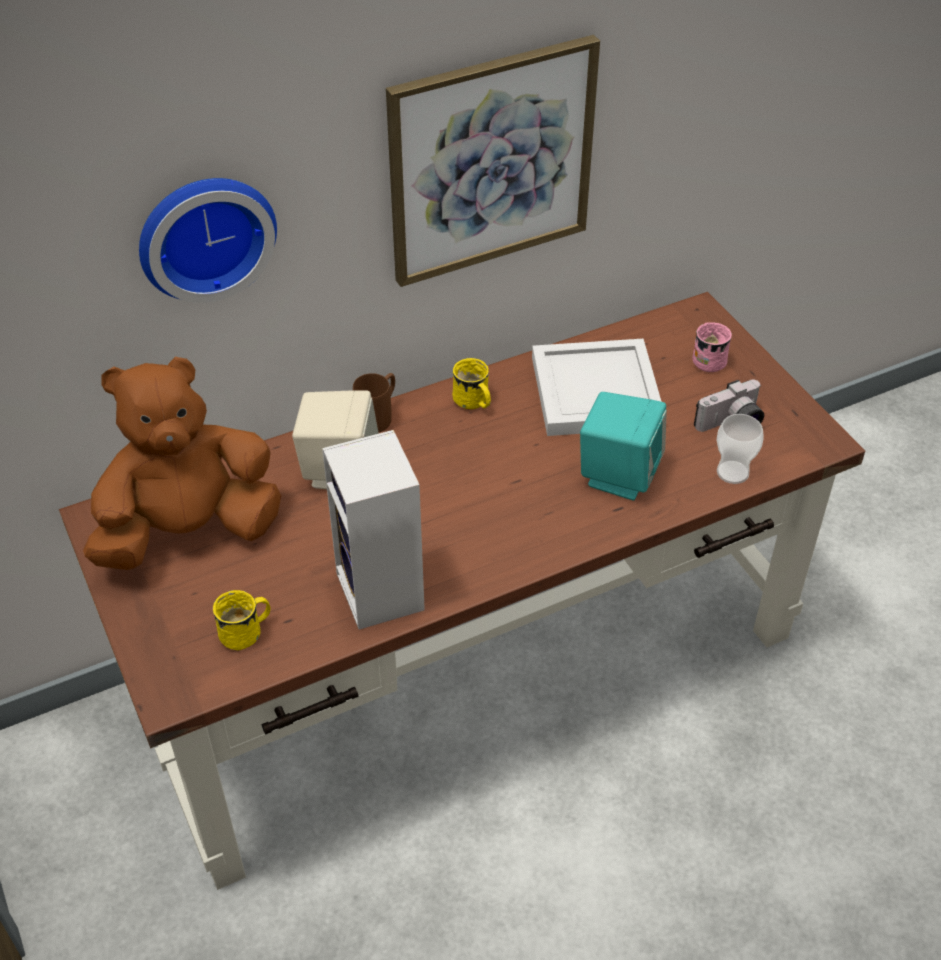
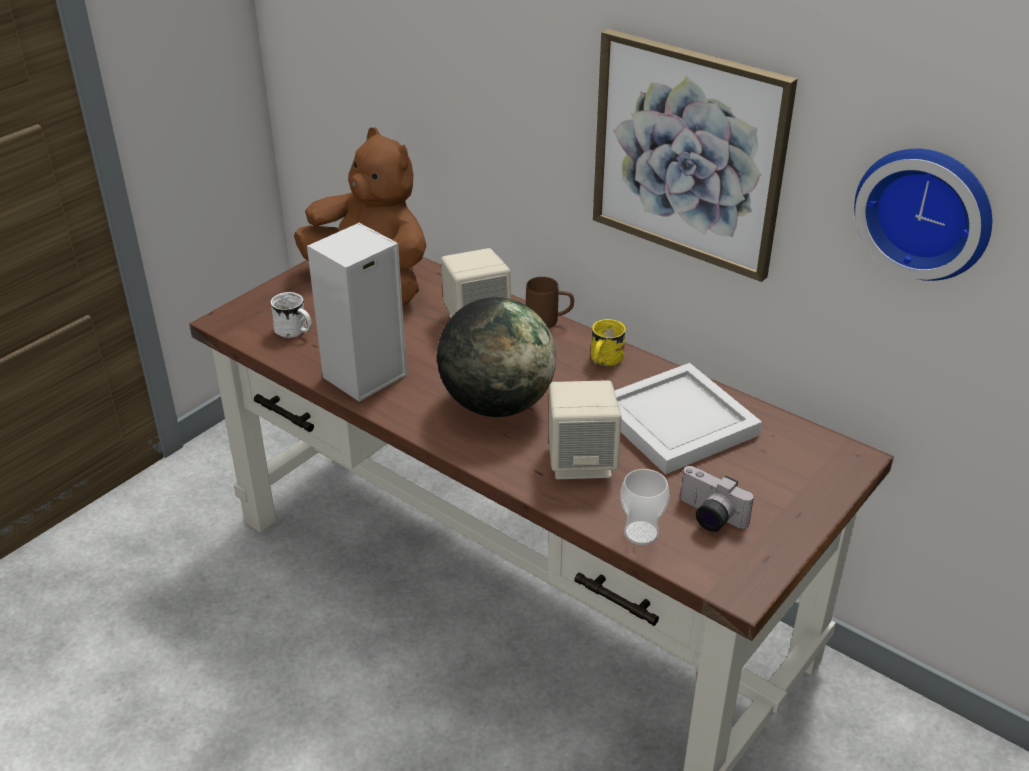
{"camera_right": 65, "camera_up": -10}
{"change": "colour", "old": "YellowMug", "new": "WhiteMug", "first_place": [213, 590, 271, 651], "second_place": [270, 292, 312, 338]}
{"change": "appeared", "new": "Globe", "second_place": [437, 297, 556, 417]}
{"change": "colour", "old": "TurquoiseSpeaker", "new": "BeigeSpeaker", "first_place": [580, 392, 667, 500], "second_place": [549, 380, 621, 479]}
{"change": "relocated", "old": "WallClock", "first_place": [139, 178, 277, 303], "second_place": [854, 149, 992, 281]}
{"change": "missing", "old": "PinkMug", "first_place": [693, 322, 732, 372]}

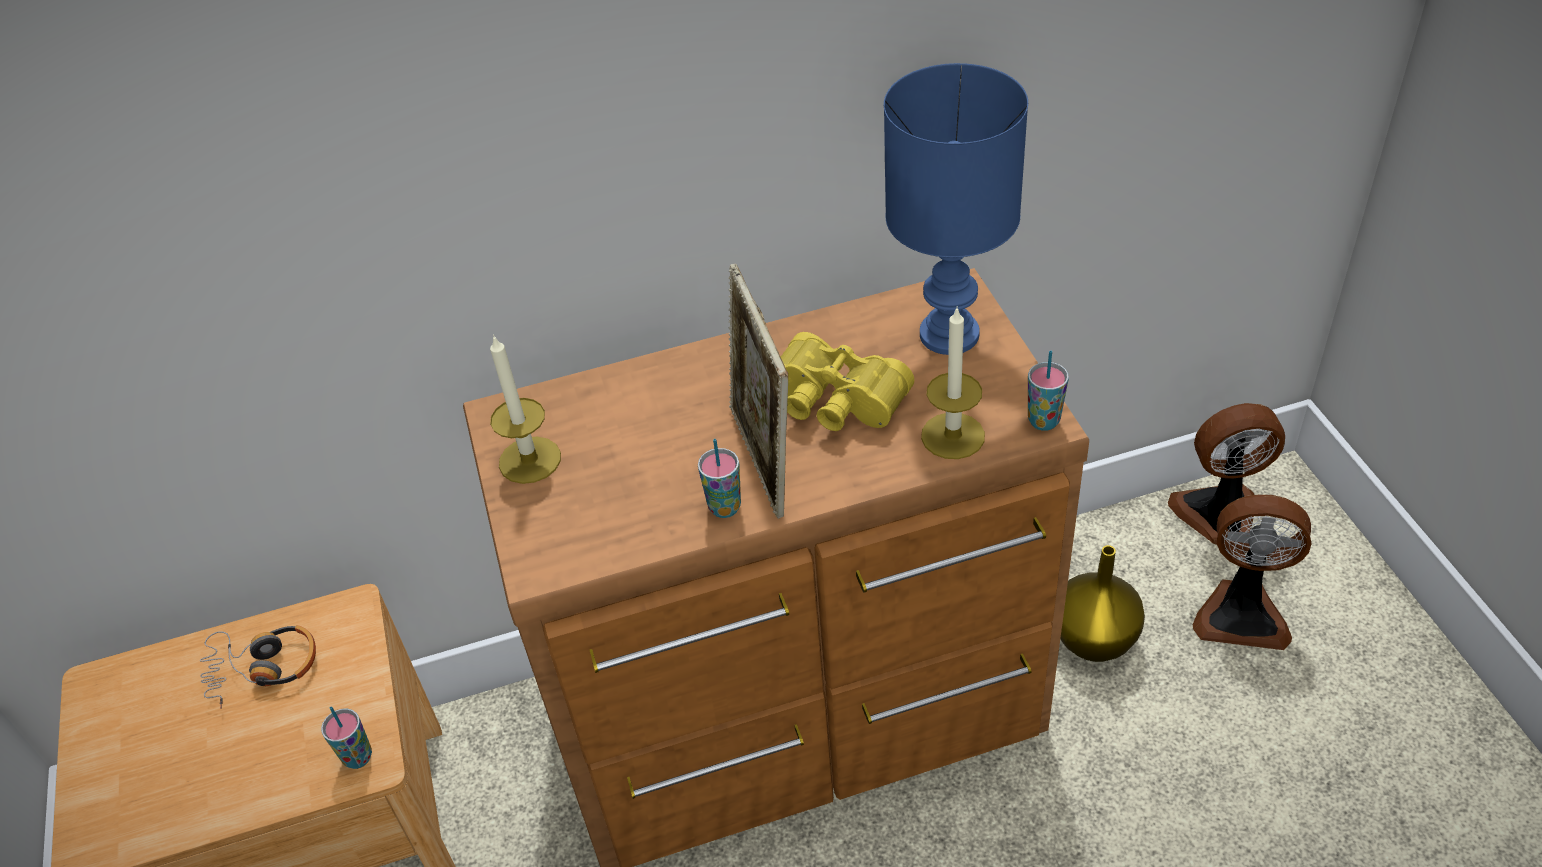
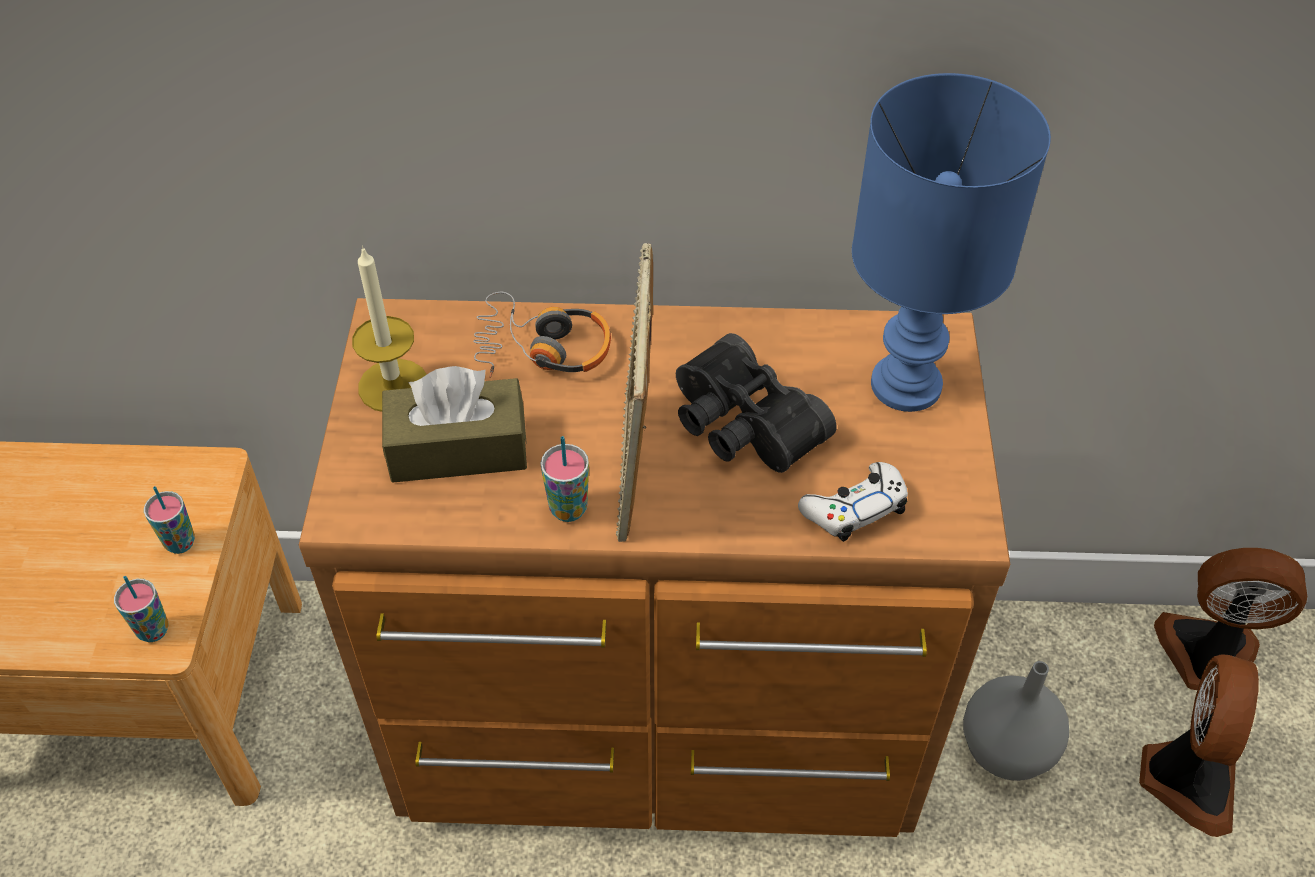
{"camera_right": 15, "camera_up": 5}
{"change": "relocated", "old": "Cup", "first_place": [1028, 351, 1069, 431], "second_place": [144, 486, 195, 554]}
{"change": "appeared", "new": "BrownTissueBox", "second_place": [382, 366, 527, 483]}
{"change": "relocated", "old": "Headphones", "first_place": [200, 625, 316, 709], "second_place": [473, 292, 611, 378]}
{"change": "colour", "old": "YellowBinoculars", "new": "BlackBinoculars", "first_place": [781, 332, 914, 431], "second_place": [676, 333, 837, 473]}
{"change": "exchanged", "old": "Candle", "new": "WhiteGameController", "first_place": [921, 306, 985, 459], "second_place": [798, 462, 908, 542]}
{"change": "colour", "old": "YellowVase", "new": "GreyVase", "first_place": [1060, 545, 1145, 662], "second_place": [963, 661, 1069, 781]}
{"change": "spun", "old": "Fan", "first_place": [1193, 495, 1312, 650], "second_place": [1139, 654, 1259, 837], "degrees": -105}

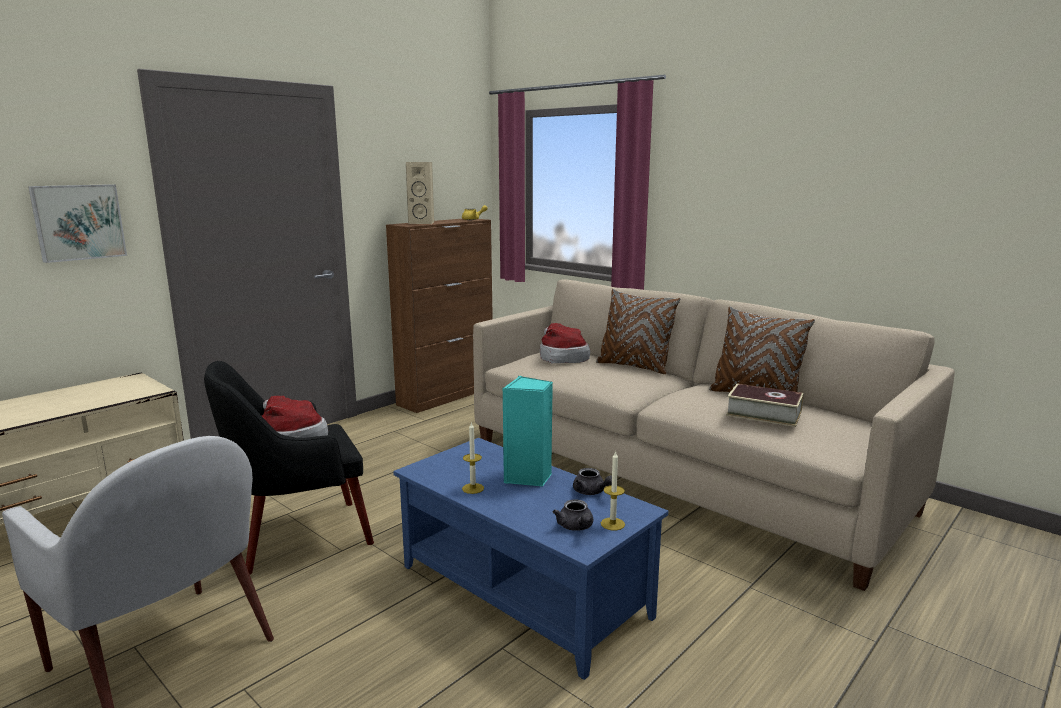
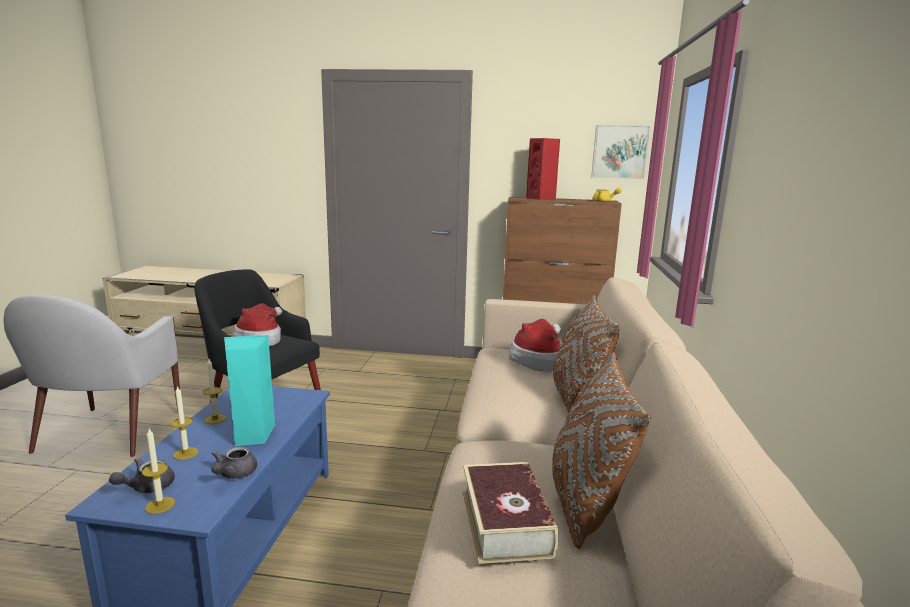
{"camera_right": 55, "camera_up": 0}
{"change": "appeared", "new": "Candle", "second_place": [171, 385, 198, 460]}
{"change": "colour", "old": "BeigeSpeaker", "new": "RedSpeaker", "first_place": [406, 162, 434, 224], "second_place": [526, 138, 560, 200]}
{"change": "relocated", "old": "Picture", "first_place": [28, 184, 127, 263], "second_place": [591, 125, 650, 179]}

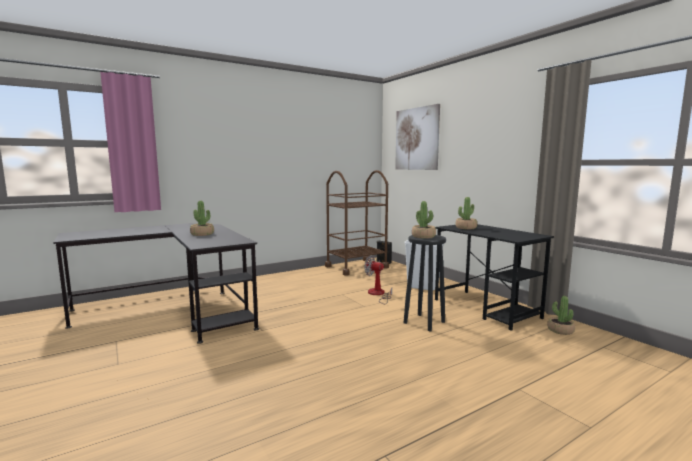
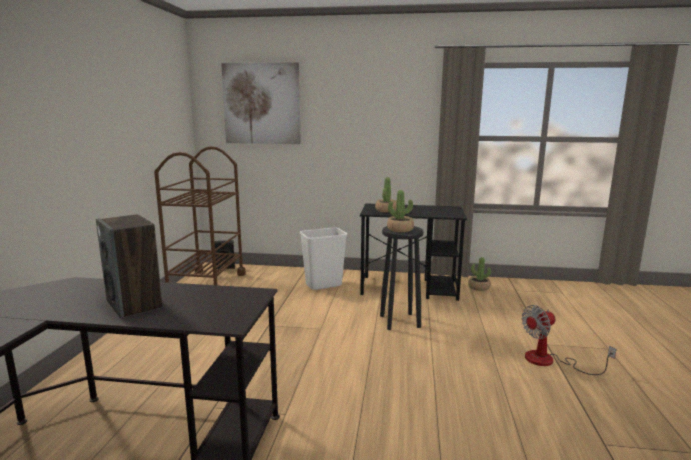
{"camera_right": -50, "camera_up": 5}
{"change": "exchanged", "old": "PottedPlant", "new": "Speaker", "first_place": [190, 201, 214, 236], "second_place": [96, 214, 163, 318]}
{"change": "relocated", "old": "Fan", "first_place": [364, 255, 392, 304], "second_place": [521, 305, 616, 375]}

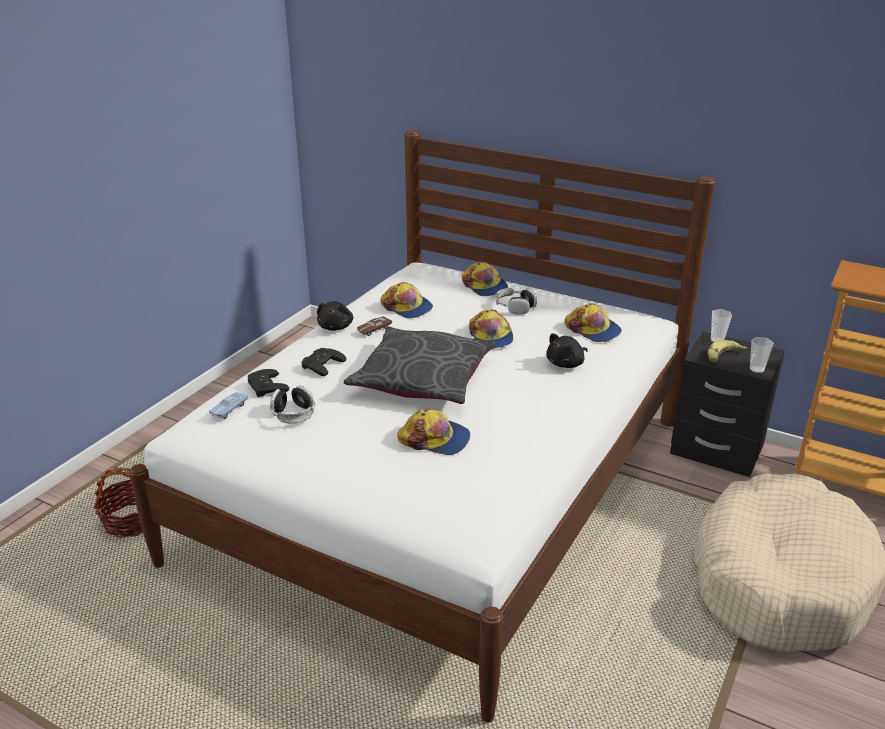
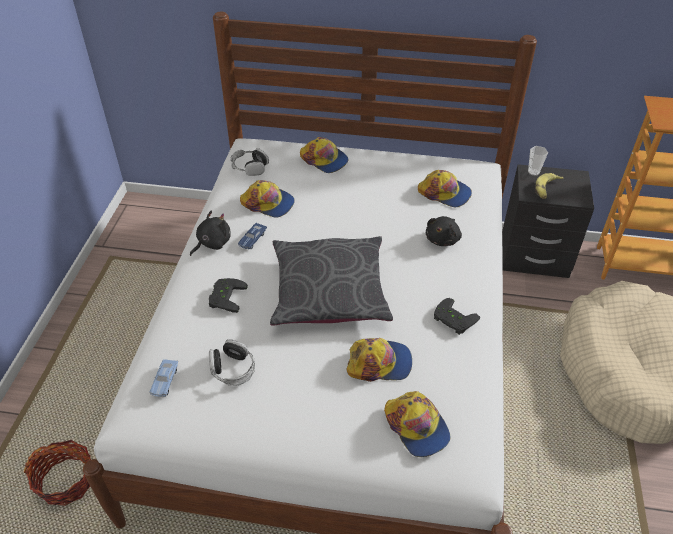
{"camera_right": -20, "camera_up": 15}
{"change": "spun", "old": "BlackPlushToy", "first_place": [317, 301, 353, 331], "second_place": [190, 210, 231, 256], "degrees": -120}
{"change": "relocated", "old": "Headphones", "first_place": [496, 288, 537, 315], "second_place": [231, 148, 269, 176]}
{"change": "colour", "old": "BrownToyCar", "new": "BlueToyCar", "first_place": [357, 316, 392, 336], "second_place": [238, 223, 267, 250]}
{"change": "relocated", "old": "Cap", "first_place": [469, 309, 513, 349], "second_place": [384, 391, 451, 457]}
{"change": "relocated", "old": "BlackGameController", "first_place": [248, 369, 289, 397], "second_place": [434, 298, 480, 335]}
{"change": "missing", "old": "Cup", "first_place": [750, 337, 774, 373]}

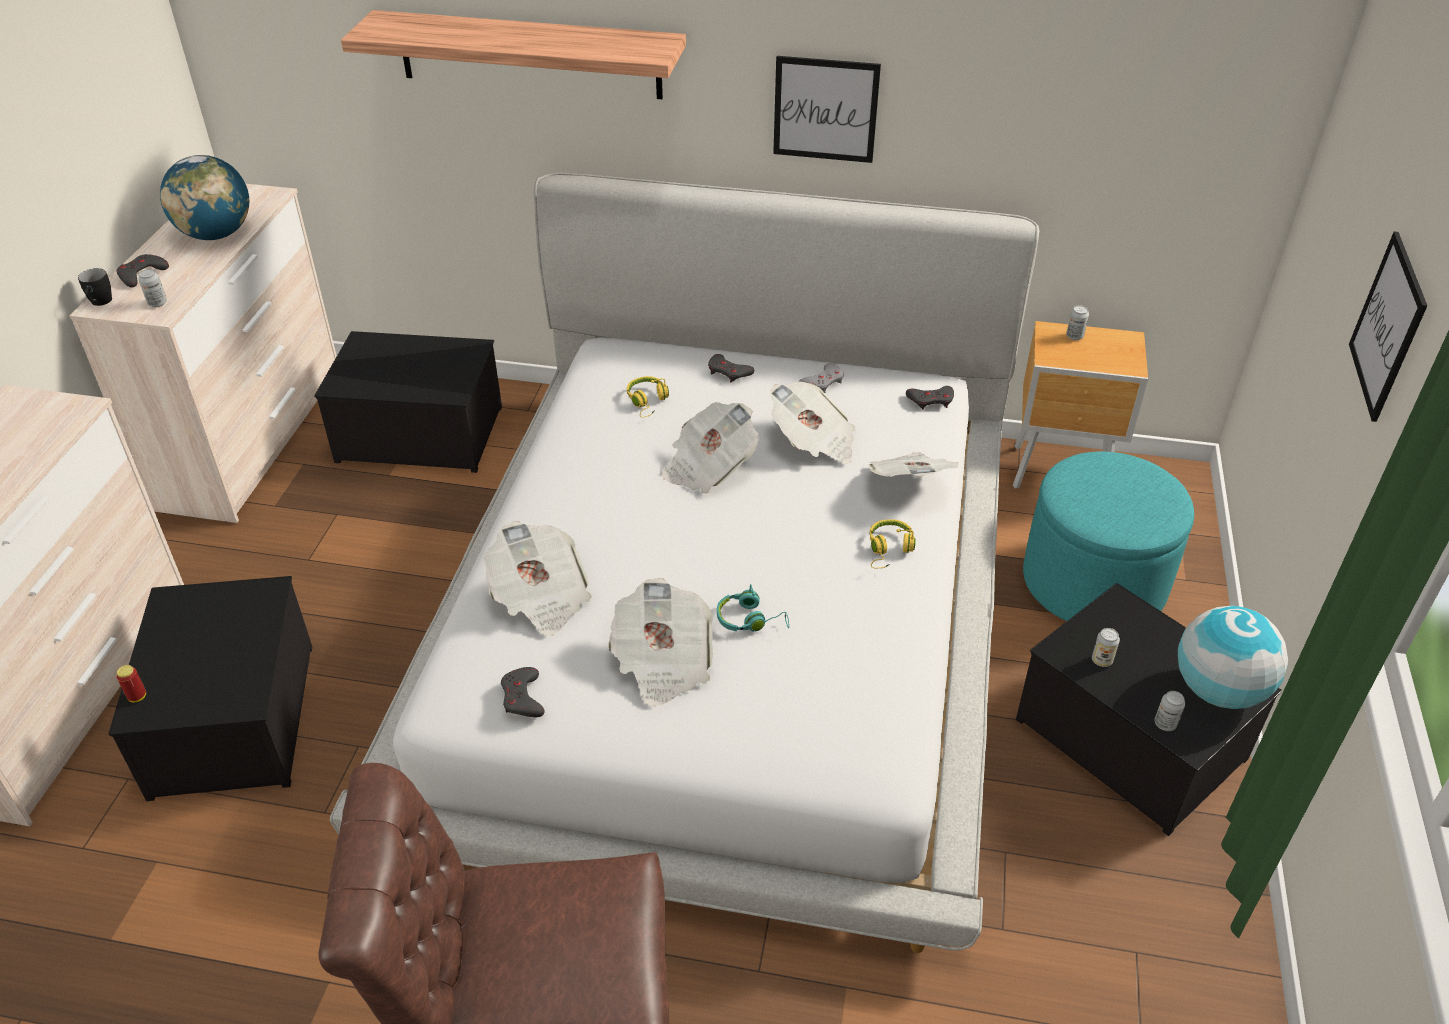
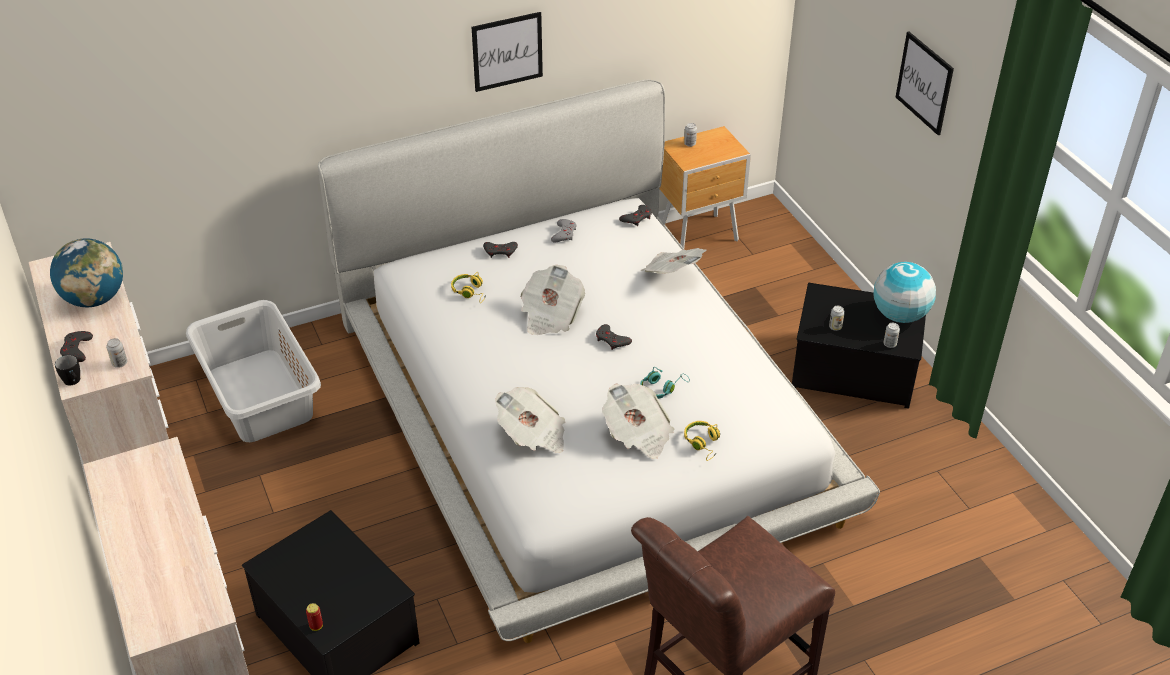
{"camera_right": -35, "camera_up": 0}
{"change": "exchanged", "old": "StorageBox", "new": "GreyLaundryBasket", "first_place": [314, 331, 502, 473], "second_place": [186, 300, 321, 442]}
{"change": "relocated", "old": "GreyGameController", "first_place": [501, 667, 544, 718], "second_place": [596, 324, 632, 350]}
{"change": "relocated", "old": "YellowHeadphones", "first_place": [869, 519, 916, 568], "second_place": [684, 421, 720, 461]}
{"change": "missing", "old": "Shelf", "first_place": [341, 10, 686, 99]}
{"change": "missing", "old": "Newspaper", "first_place": [770, 381, 855, 464]}
{"change": "missing", "old": "TurquoiseOttoman", "first_place": [1023, 451, 1194, 621]}

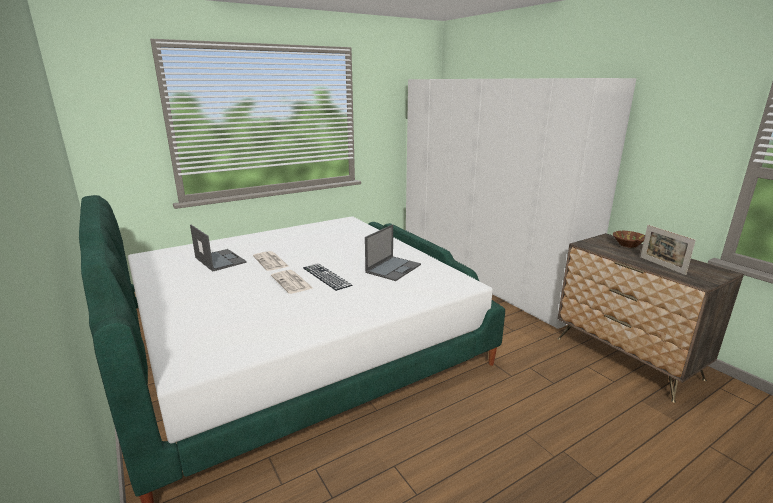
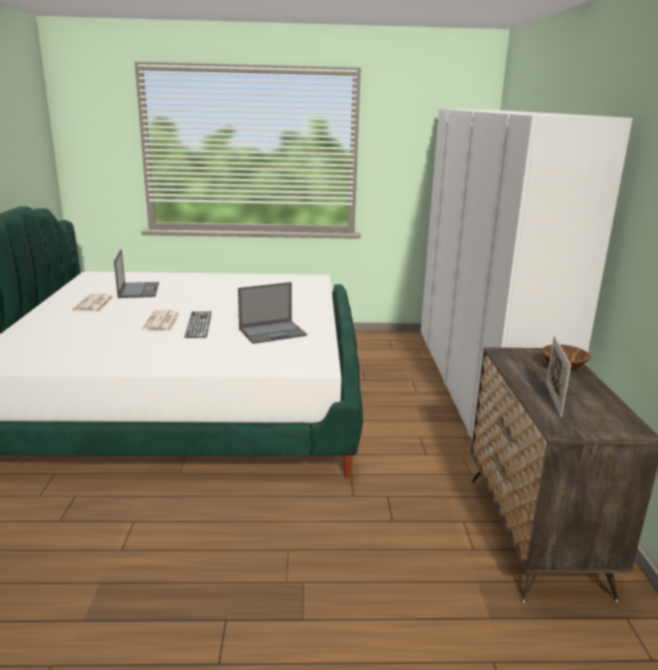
{"camera_right": 30, "camera_up": 0}
{"change": "relocated", "old": "Newspaper", "first_place": [253, 251, 289, 271], "second_place": [73, 293, 114, 312]}

